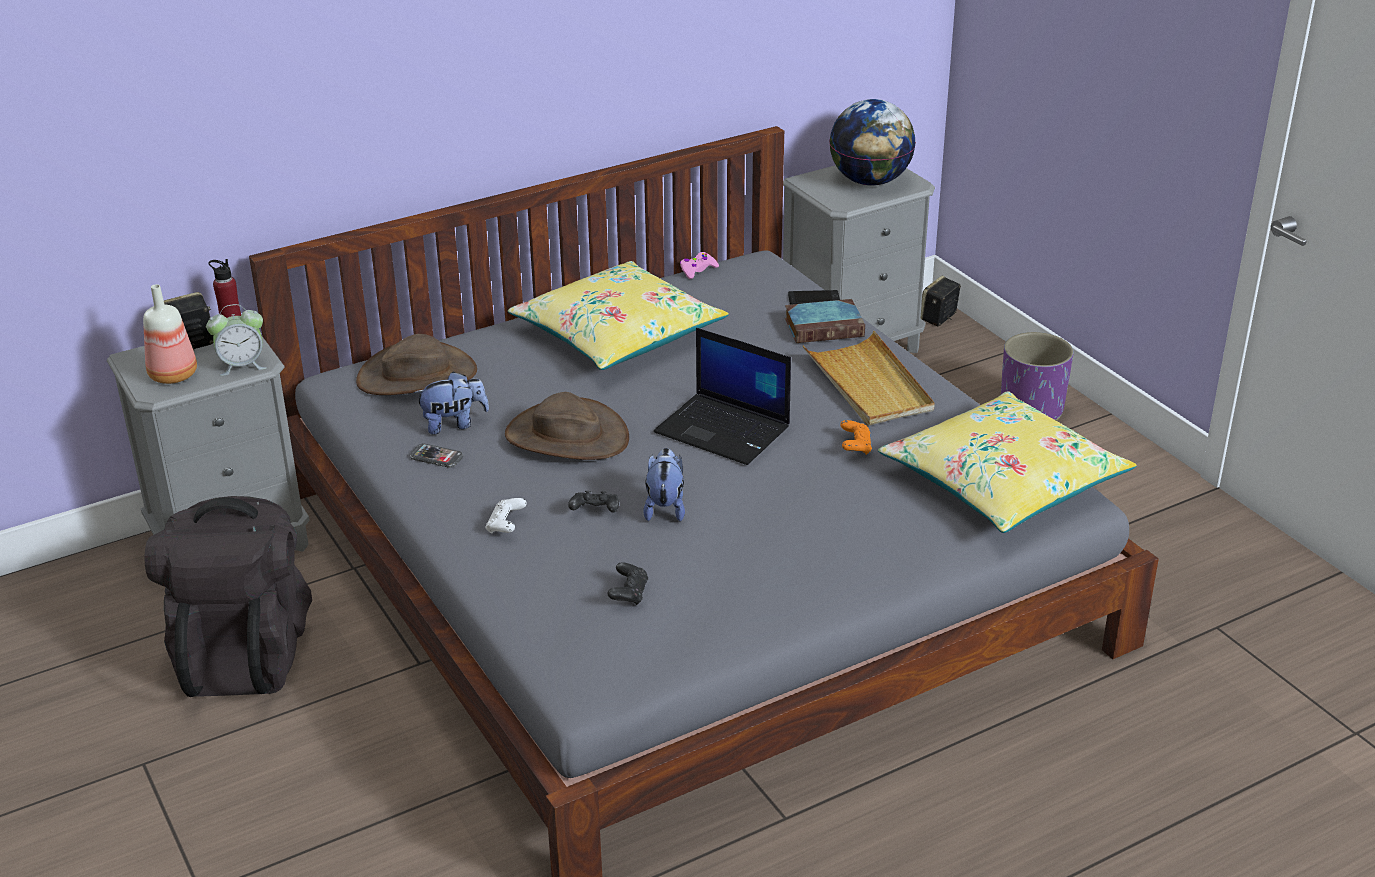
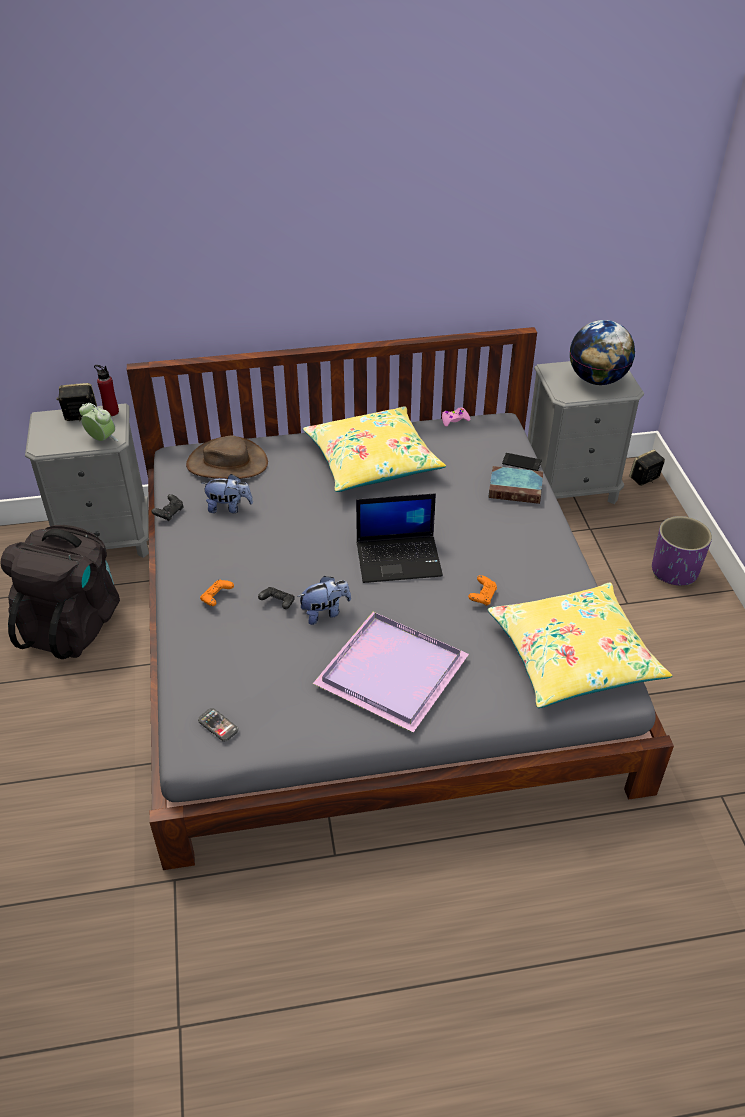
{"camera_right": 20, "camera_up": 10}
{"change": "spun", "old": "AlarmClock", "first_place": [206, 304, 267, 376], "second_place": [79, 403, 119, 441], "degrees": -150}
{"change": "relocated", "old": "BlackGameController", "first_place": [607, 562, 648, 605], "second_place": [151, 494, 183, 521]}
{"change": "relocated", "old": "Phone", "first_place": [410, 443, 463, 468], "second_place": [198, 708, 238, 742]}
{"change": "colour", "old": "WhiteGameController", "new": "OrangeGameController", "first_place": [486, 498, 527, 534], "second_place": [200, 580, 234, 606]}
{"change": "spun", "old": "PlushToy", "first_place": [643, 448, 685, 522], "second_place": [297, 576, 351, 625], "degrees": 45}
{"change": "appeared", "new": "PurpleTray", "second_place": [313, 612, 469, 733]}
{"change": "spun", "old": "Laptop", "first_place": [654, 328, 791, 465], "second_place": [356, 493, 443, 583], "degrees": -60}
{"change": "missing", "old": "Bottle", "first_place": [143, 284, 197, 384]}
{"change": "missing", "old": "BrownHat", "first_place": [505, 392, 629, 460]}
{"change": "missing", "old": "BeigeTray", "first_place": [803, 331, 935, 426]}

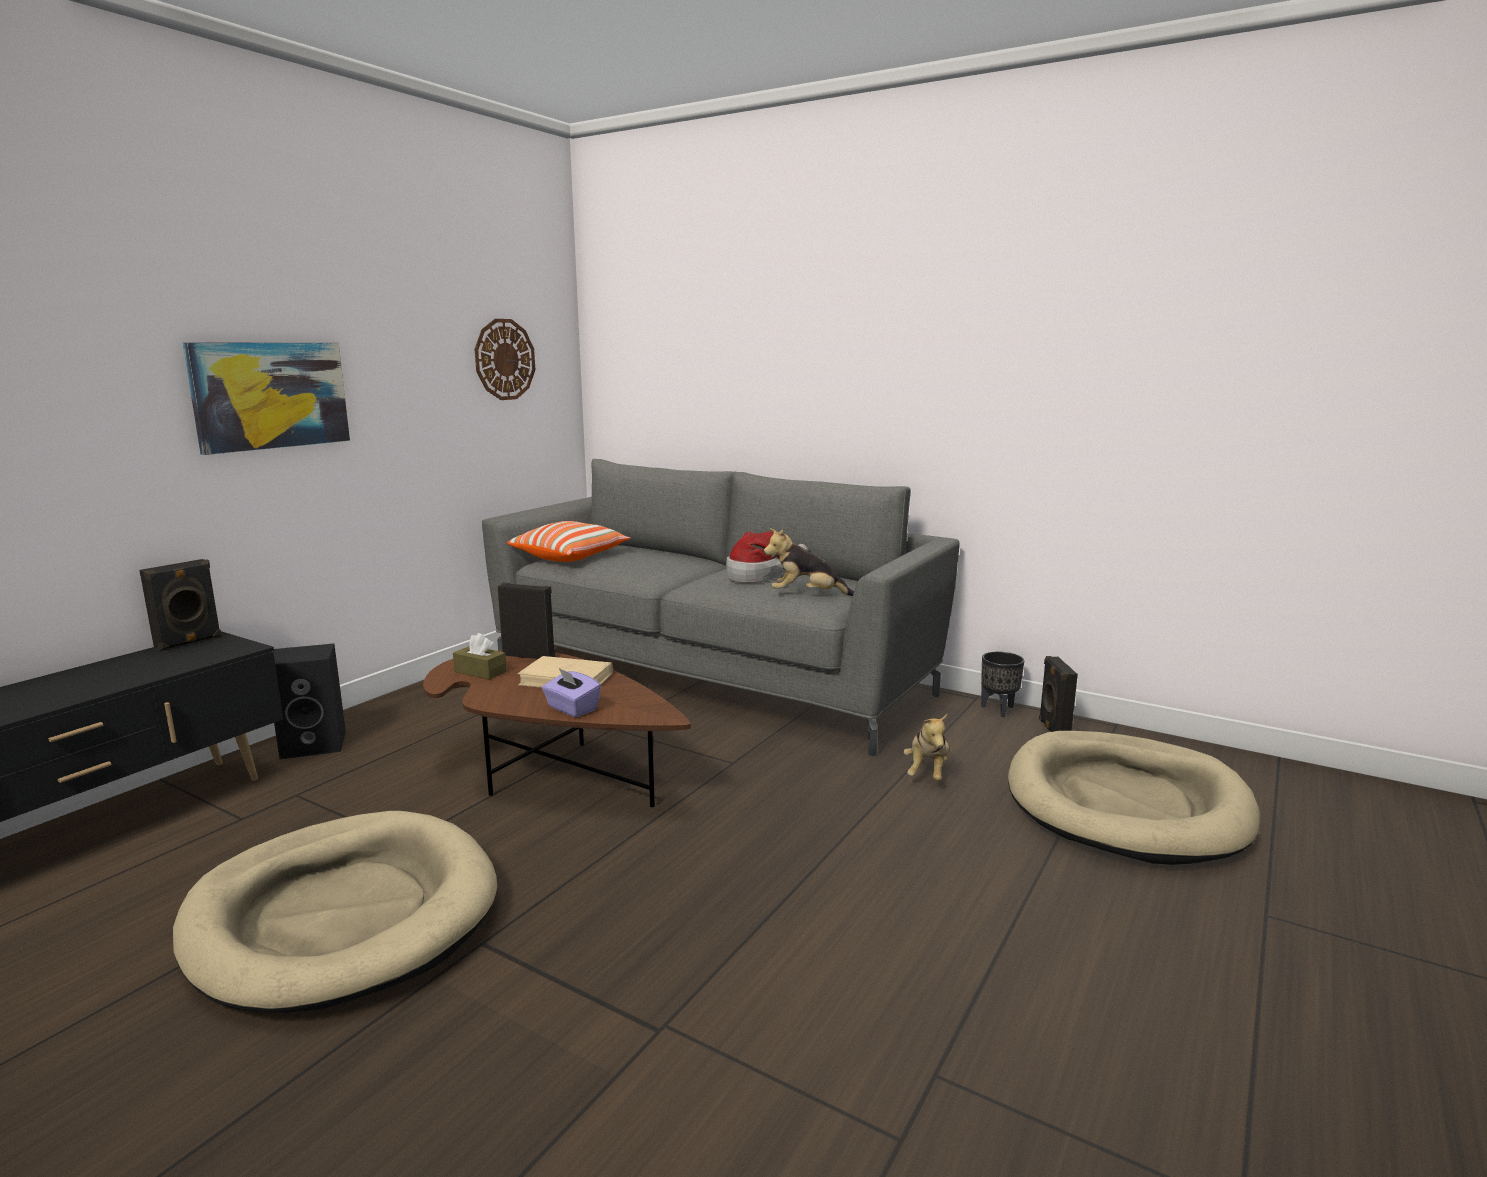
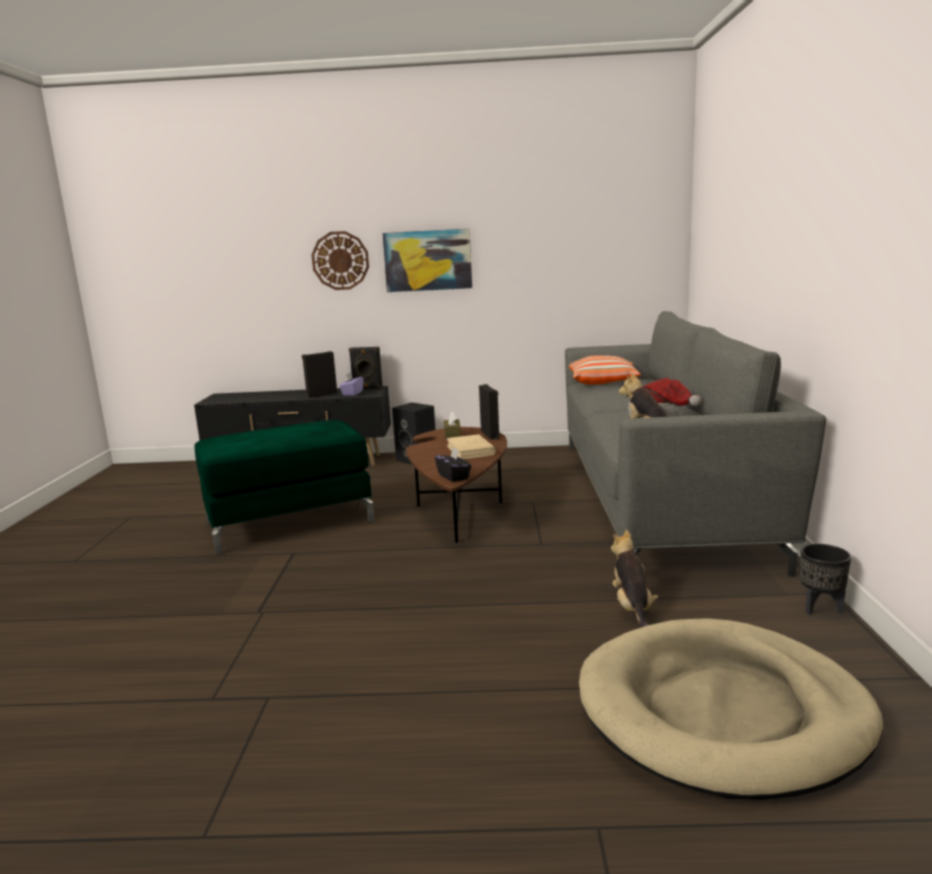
{"camera_right": 60, "camera_up": 0}
{"change": "exchanged", "old": "BeigeDogBed", "new": "GreenOttoman", "first_place": [173, 811, 497, 1013], "second_place": [195, 420, 374, 555]}
{"change": "relocated", "old": "BlackSpeaker", "first_place": [1039, 656, 1078, 732], "second_place": [302, 351, 337, 398]}
{"change": "relocated", "old": "WallClock", "first_place": [475, 319, 535, 400], "second_place": [311, 231, 369, 290]}
{"change": "relocated", "old": "PurpleTissueBox", "first_place": [542, 667, 601, 717], "second_place": [339, 372, 364, 396]}
{"change": "appeared", "new": "BlackTissueBox", "second_place": [435, 447, 471, 482]}
{"change": "spun", "old": "PlushToy", "first_place": [904, 713, 949, 781], "second_place": [611, 529, 658, 627], "degrees": 105}

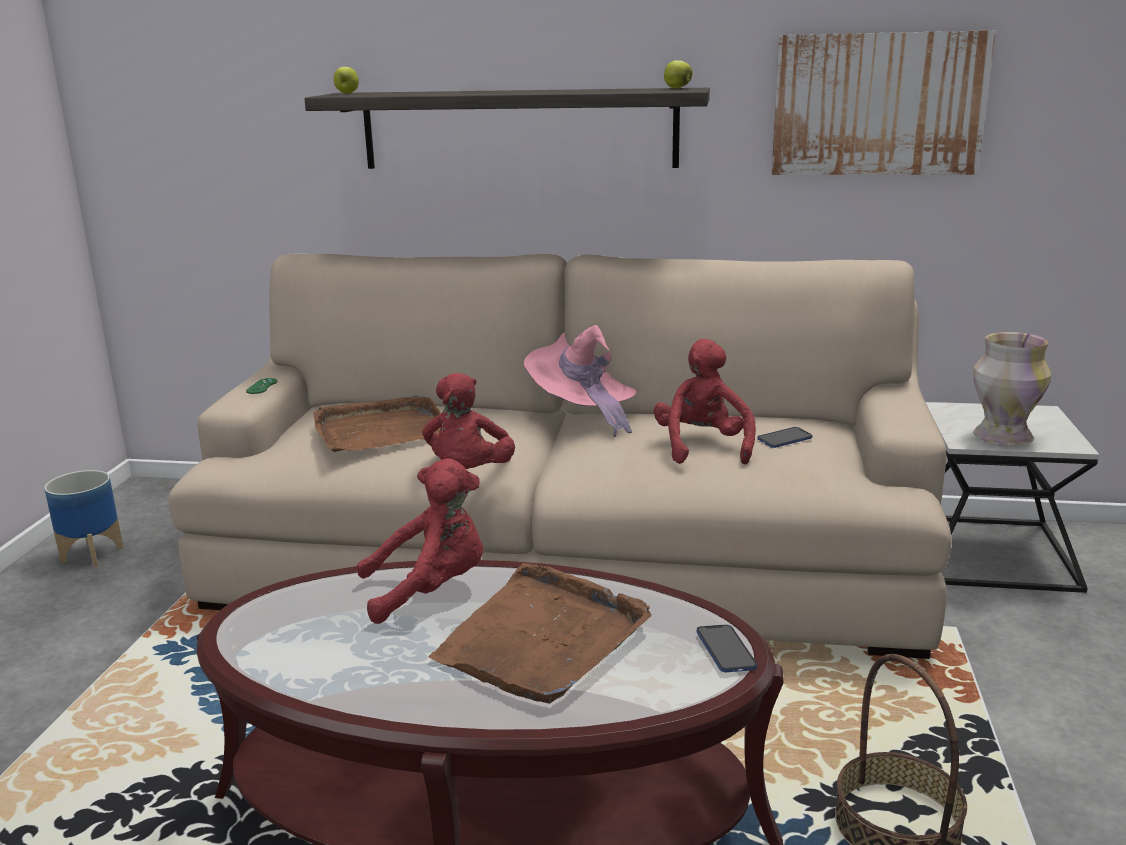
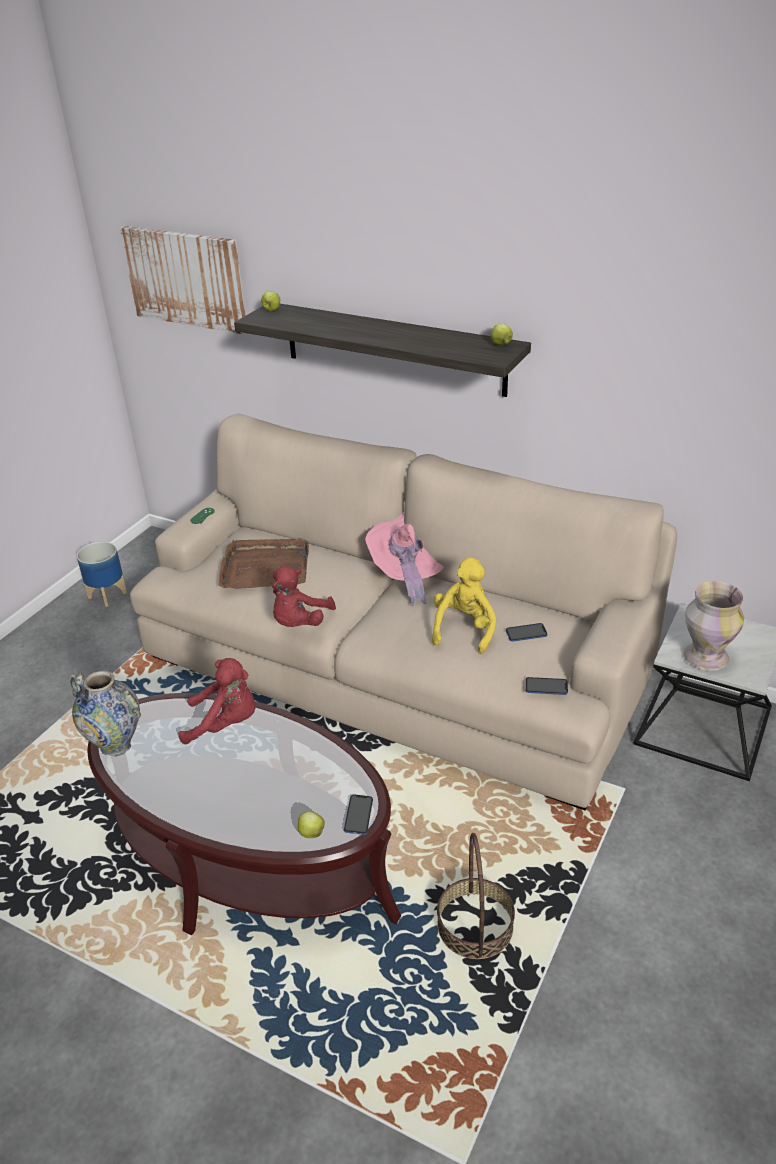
{"camera_right": 20, "camera_up": 15}
{"change": "appeared", "new": "Vase", "second_place": [70, 671, 141, 757]}
{"change": "relocated", "old": "Picture", "first_place": [772, 30, 996, 175], "second_place": [120, 226, 246, 334]}
{"change": "appeared", "new": "Apple", "second_place": [297, 811, 325, 838]}
{"change": "colour", "old": "RedPlushToy", "new": "YellowPlushToy", "first_place": [654, 339, 756, 464], "second_place": [432, 558, 496, 654]}
{"change": "appeared", "new": "Phone", "second_place": [526, 677, 568, 695]}
{"change": "missing", "old": "BrownTray", "first_place": [428, 563, 652, 704]}

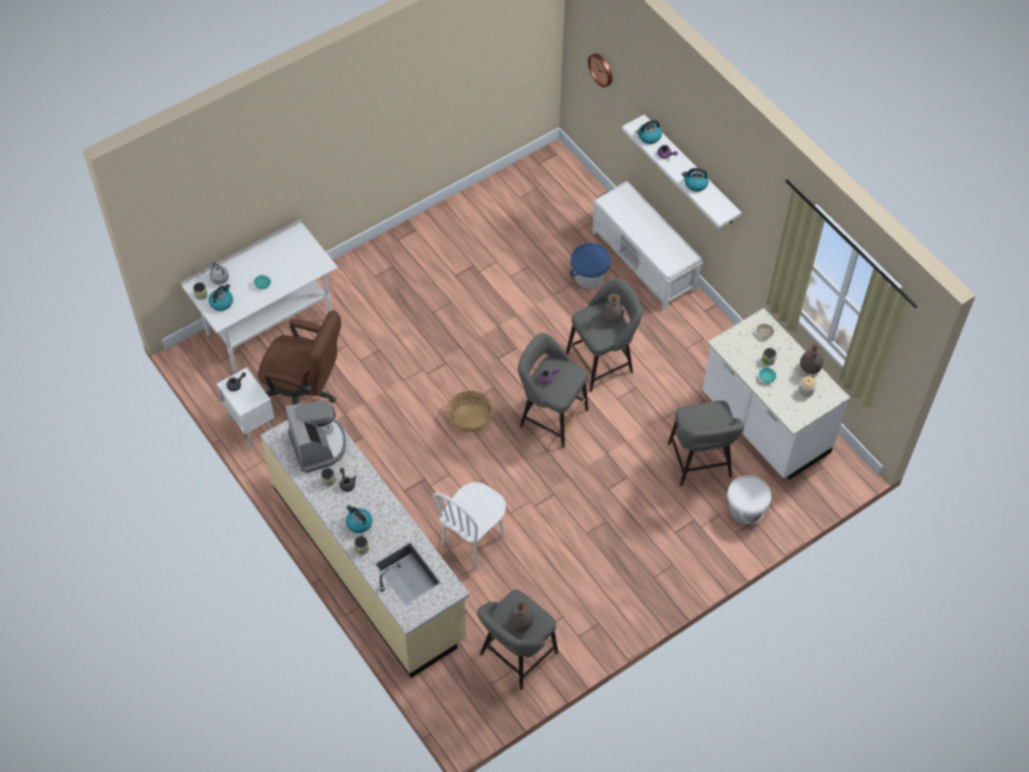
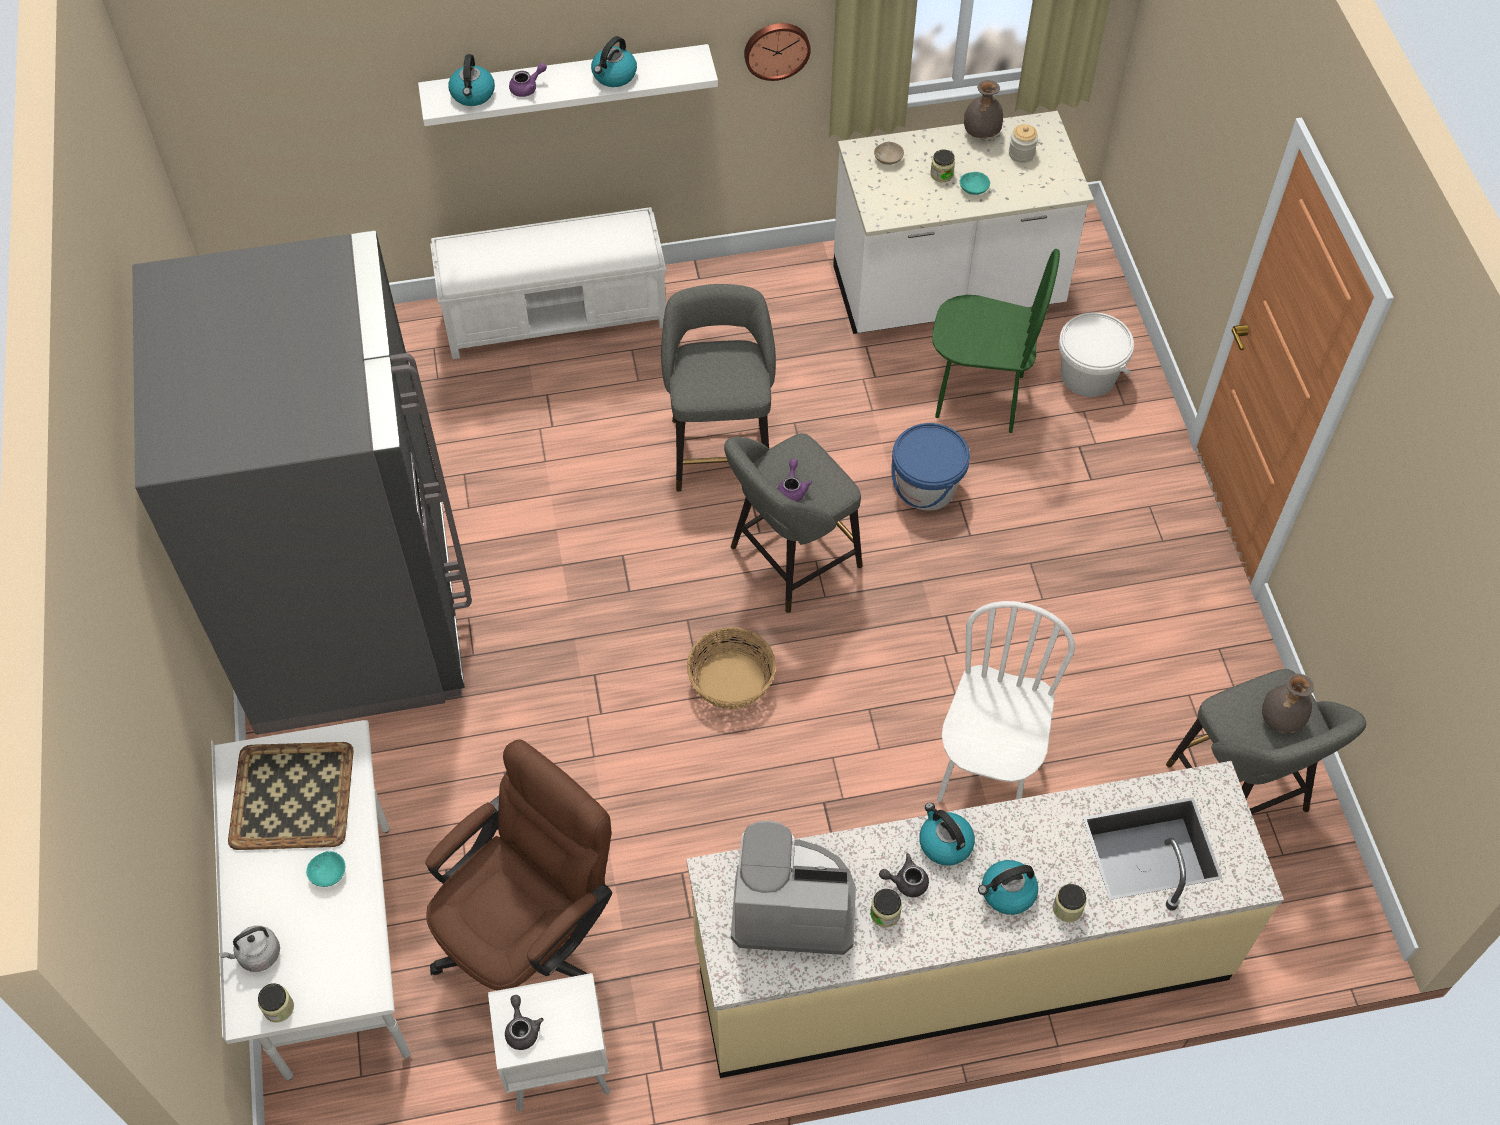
{"camera_right": -65, "camera_up": 0}
{"change": "appeared", "new": "GreyFridge", "second_place": [132, 230, 472, 735]}
{"change": "appeared", "new": "Tray", "second_place": [228, 742, 354, 850]}
{"change": "relocated", "old": "WallClock", "first_place": [588, 53, 612, 87], "second_place": [744, 23, 811, 81]}
{"change": "relocated", "old": "BlueBucket", "first_place": [570, 243, 611, 289], "second_place": [891, 423, 970, 511]}
{"change": "relocated", "old": "Kettle", "first_place": [209, 284, 233, 311], "second_place": [919, 803, 975, 866]}
{"change": "exchanged", "old": "GreyStool", "new": "GreenChair", "first_place": [668, 401, 744, 486], "second_place": [932, 249, 1060, 433]}
{"change": "spun", "old": "WhiteChair", "first_place": [433, 482, 506, 570], "second_place": [937, 601, 1075, 802], "degrees": -135}
{"change": "missing", "old": "GreyVase", "first_place": [602, 294, 624, 324]}

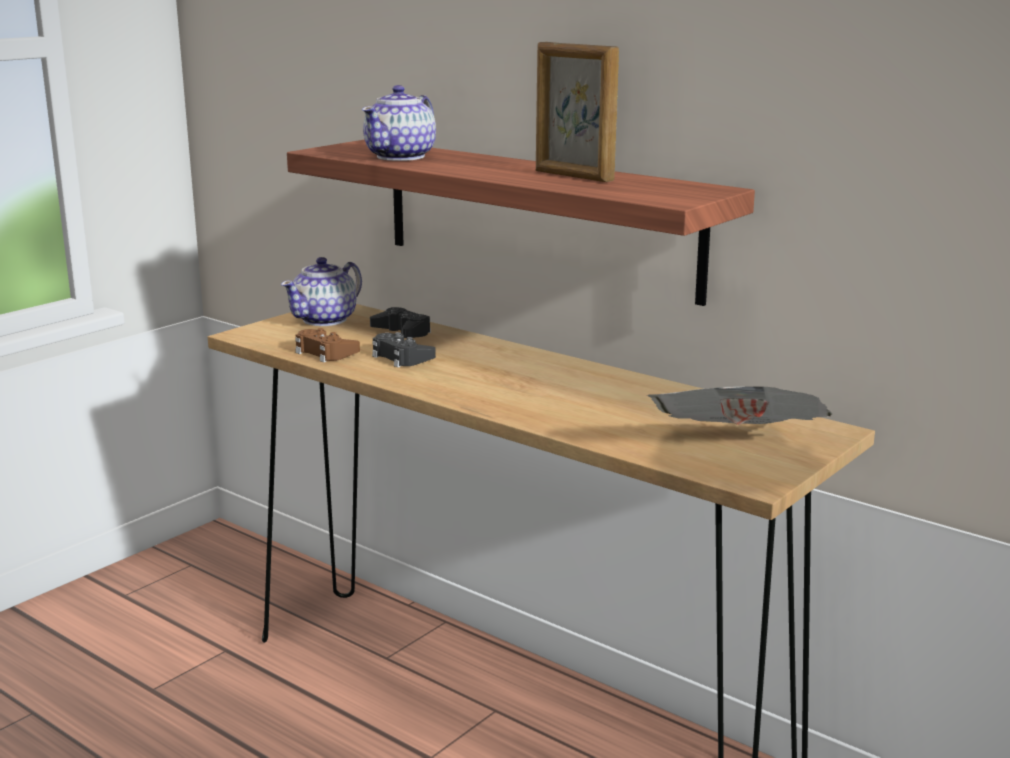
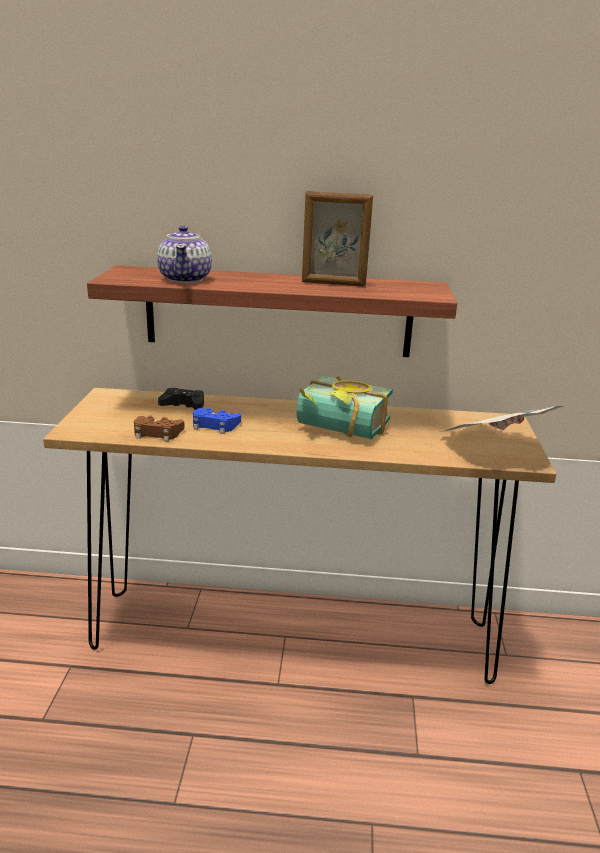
{"camera_right": -35, "camera_up": 5}
{"change": "colour", "old": "BlackGameController", "new": "BlueGameController", "first_place": [372, 332, 436, 368], "second_place": [193, 408, 241, 434]}
{"change": "appeared", "new": "Book", "second_place": [296, 376, 393, 439]}
{"change": "missing", "old": "Teapot", "first_place": [281, 257, 362, 326]}

